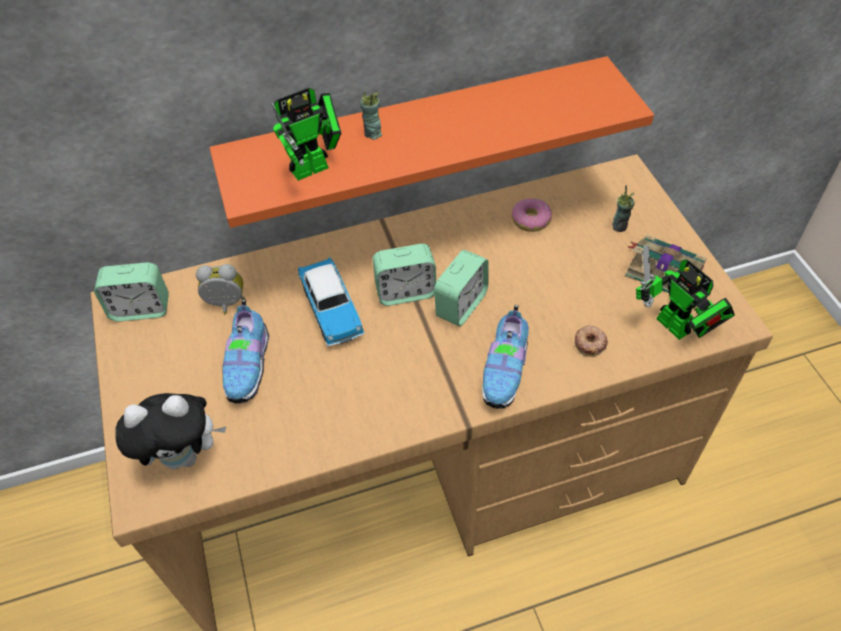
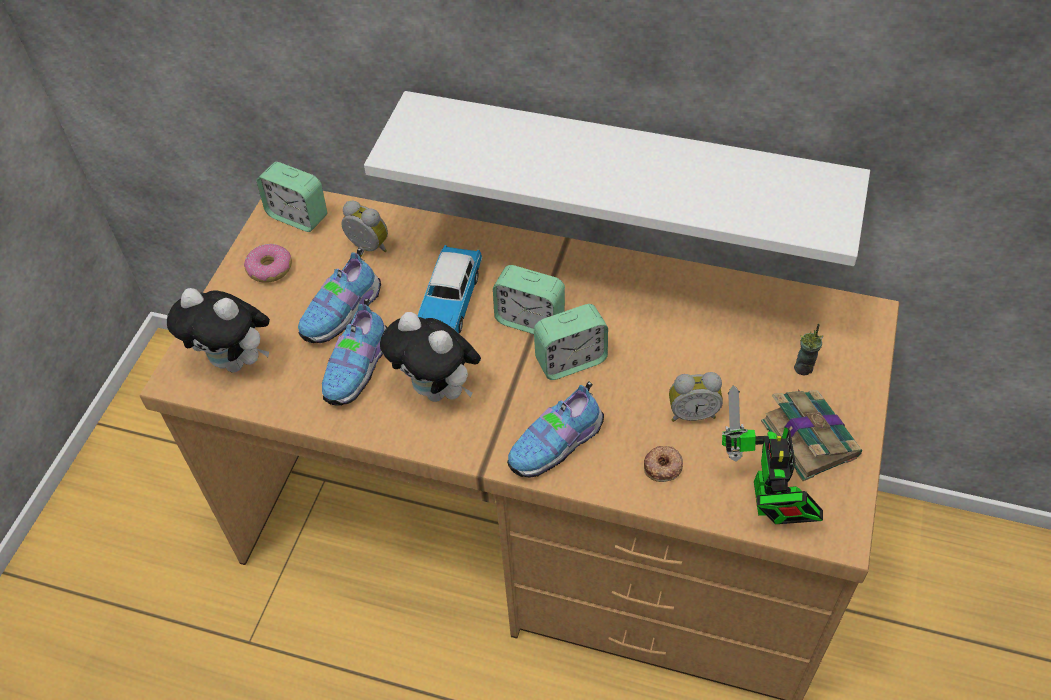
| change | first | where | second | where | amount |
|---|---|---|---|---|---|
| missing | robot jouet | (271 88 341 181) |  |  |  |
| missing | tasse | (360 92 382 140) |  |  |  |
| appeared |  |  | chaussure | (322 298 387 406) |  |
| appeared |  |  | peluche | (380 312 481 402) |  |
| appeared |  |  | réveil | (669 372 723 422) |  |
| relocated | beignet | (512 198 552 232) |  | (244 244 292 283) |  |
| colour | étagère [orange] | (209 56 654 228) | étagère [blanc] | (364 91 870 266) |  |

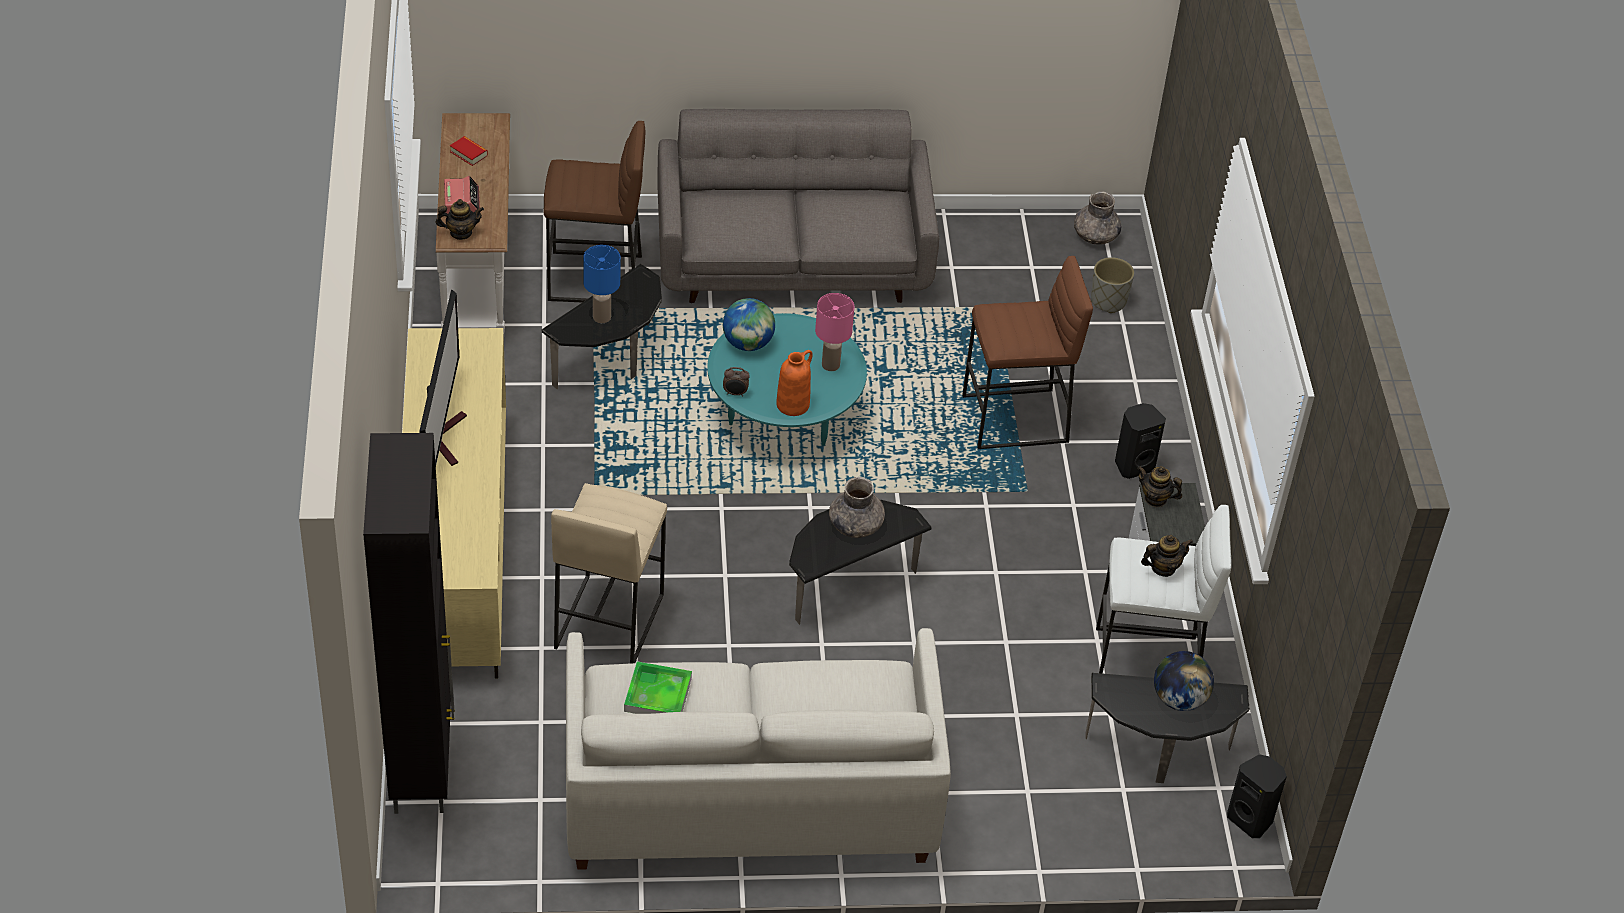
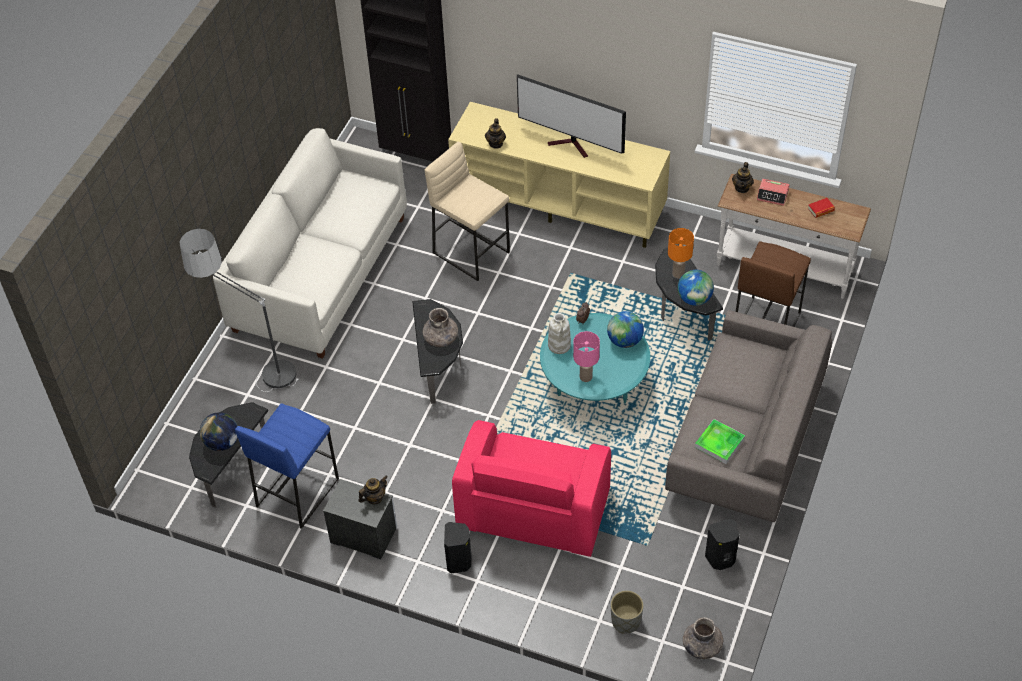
| change | first | where | second | where | amount |
|---|---|---|---|---|---|
| appeared |  |  | lampadaire | (180 229 299 392) |  |
| appeared |  |  | globe | (678 270 714 306) |  |
| relocated | plateau | (624 661 692 714) |  | (695 419 745 464) |  |
| relocated | théière | (1141 535 1193 577) |  | (485 118 506 149) |  |
| relocated | enceinte [noir] | (1227 754 1287 838) |  | (705 519 739 570) |  |
| exchanged | tabouret [marron] | (962 256 1093 449) | fauteuil [rose] | (452 420 611 557) |  |
| colour | lampe de table [bleu] | (583 245 620 323) | lampe de table [orange] | (668 228 694 278) |  |
| colour | vase [orange] | (776 350 813 416) | vase [blanc] | (548 313 571 354) |  |
| colour | tabouret [blanc] | (1096 505 1232 674) | tabouret [bleu] | (235 403 339 529) |  |

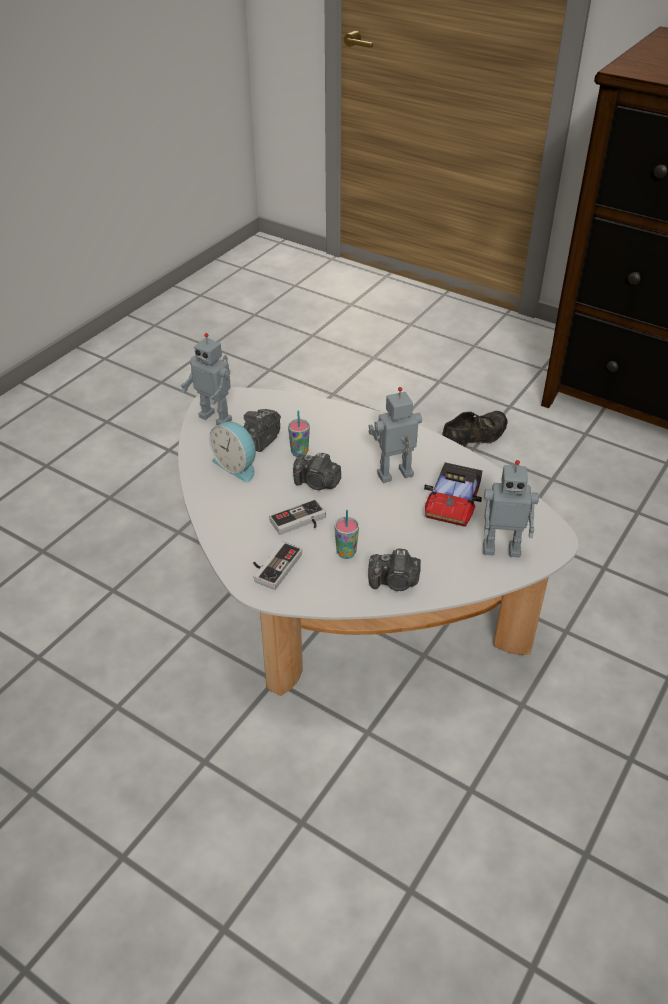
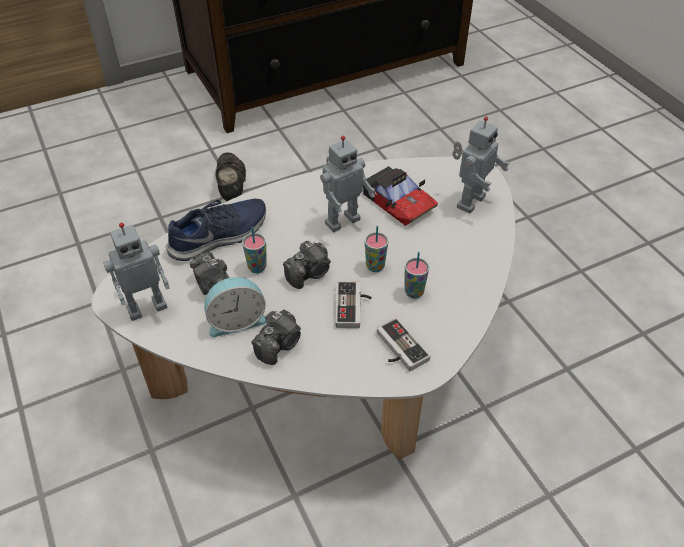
| change | first | where | second | where | amount |
|---|---|---|---|---|---|
| appeared |  |  | chaussure [bleu] | (166 199 266 261) |  |
| appeared |  |  | tasse | (365 226 388 272) |  |
| relocated | appareil photo | (368 548 421 591) |  | (252 310 301 365) |  |
| spun | robot jouet | (368 387 422 483) |  | (320 136 375 232) | 135 degrees counterclockwise |

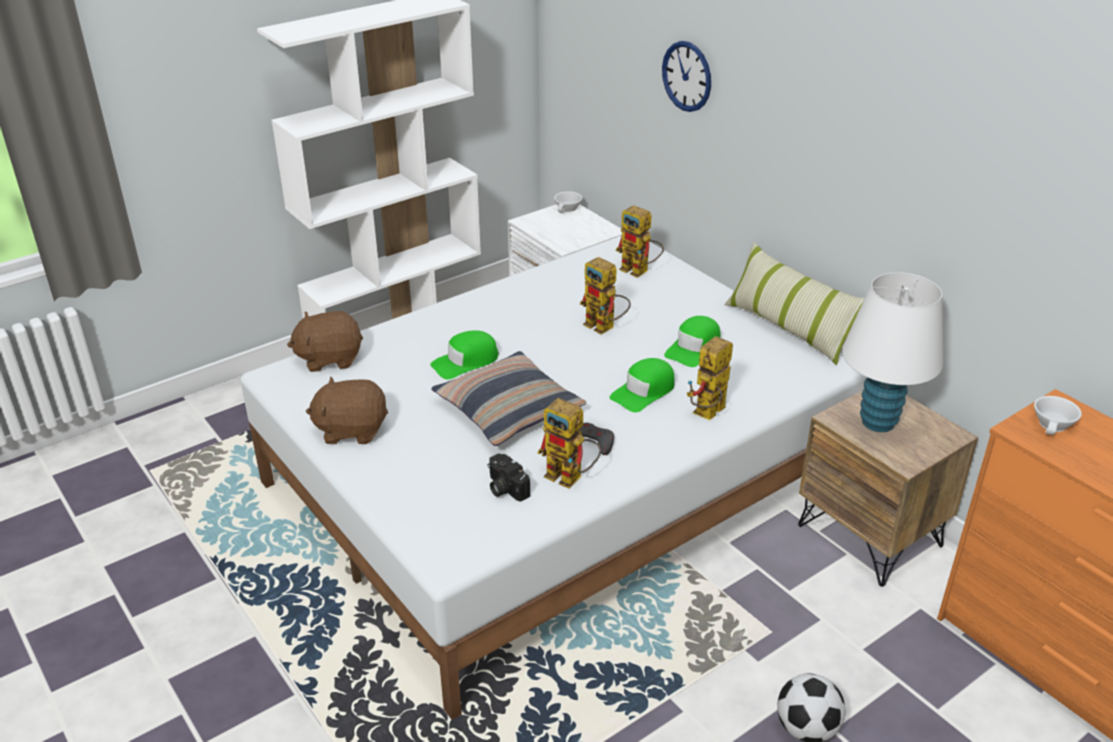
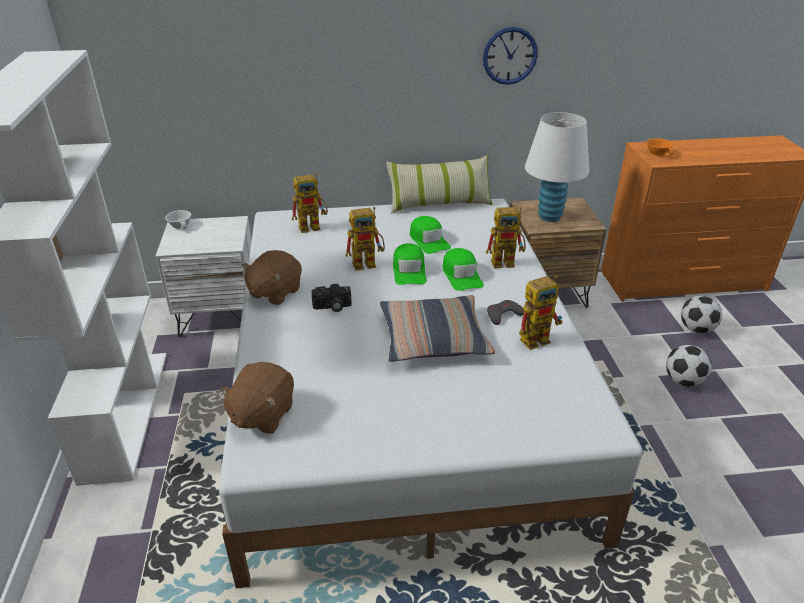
| change | first | where | second | where | amount |
|---|---|---|---|---|---|
| appeared |  |  | ballon de foot | (681 296 722 333) |  |
| relocated | peluche [marron] | (306 376 388 444) |  | (242 250 302 305) |  |
| relocated | casquette [vert] | (430 330 499 380) |  | (393 243 426 285) |  |
| relocated | appareil photo | (487 453 530 502) |  | (312 284 352 312) |  |
| relocated | horloge murale | (662 41 711 112) |  | (483 27 538 85) |  |
| colour | tasse [blanc] | (1034 396 1082 435) | tasse [orange] | (647 138 674 157) |  |
| spun | robot jouet | (687 336 733 420) |  | (486 206 526 268) | 75 degrees counterclockwise |

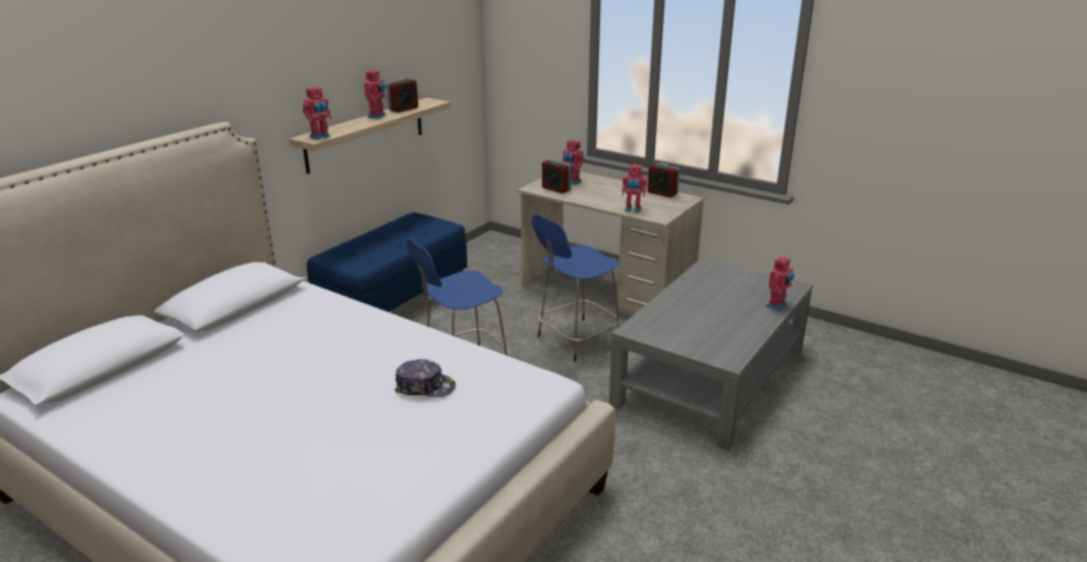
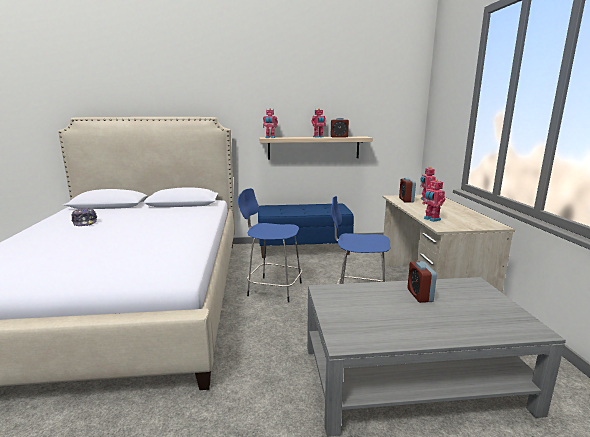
| change | first | where | second | where | amount |
|---|---|---|---|---|---|
| missing | robot jouet | (766 255 794 311) |  |  |  |
| relocated | casquette | (395 359 456 397) |  | (72 208 97 226) |  |
| relocated | réveil | (647 163 680 197) |  | (408 261 437 303) |  |

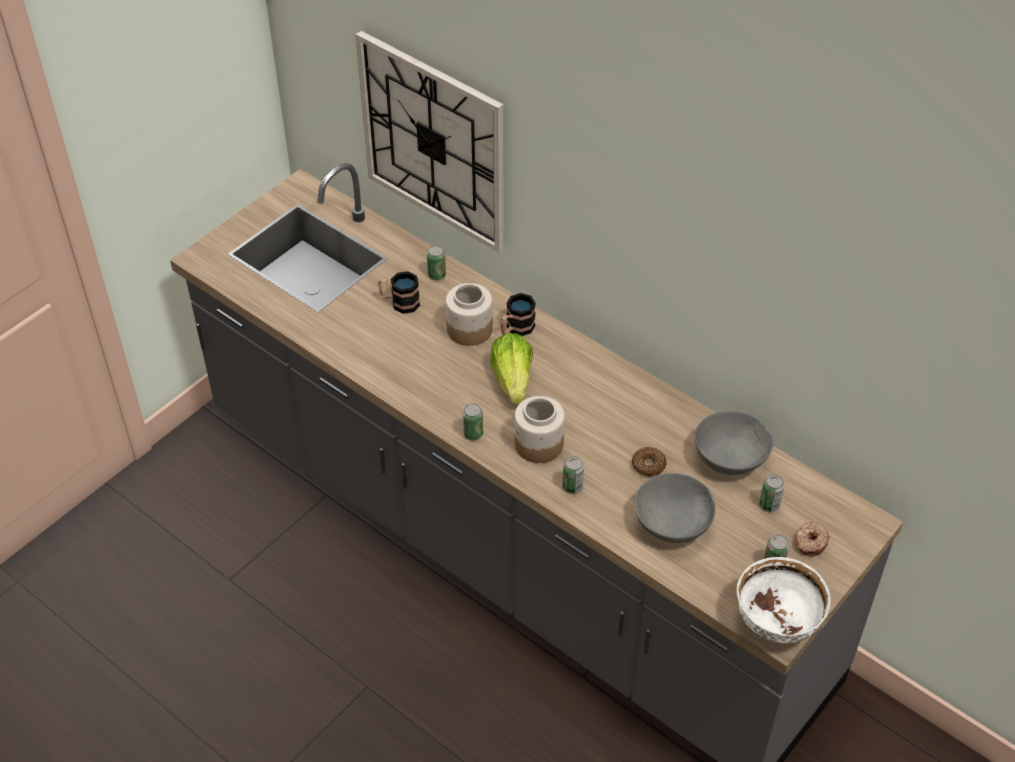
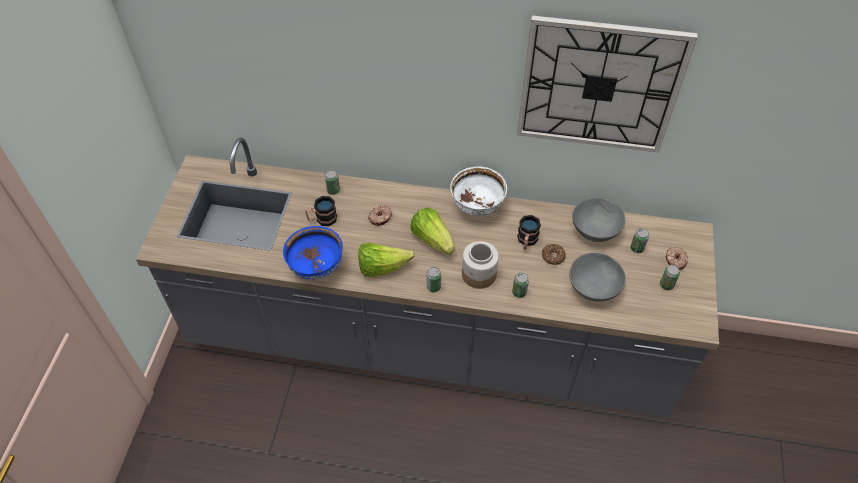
| change | first | where | second | where | amount |
|---|---|---|---|---|---|
| appeared |  |  | bol [bleu] | (283 226 343 280) |  |
| appeared |  |  | laitue | (358 242 415 277) |  |
| relocated | horloge murale | (355 31 504 252) |  | (517 15 697 153) |  |
| relocated | mug | (500 293 536 336) |  | (517 215 541 249) |  |
| relocated | bol [blanc] | (737 557 831 644) |  | (450 167 507 216) |  |
| exchanged | bocal | (446 283 493 346) | beignet | (368 205 392 226) |  |

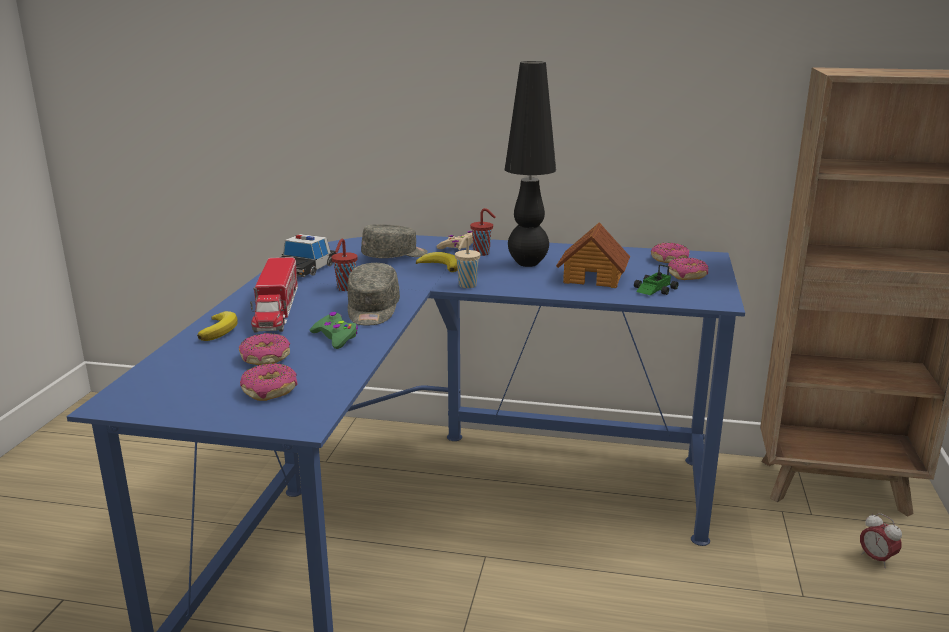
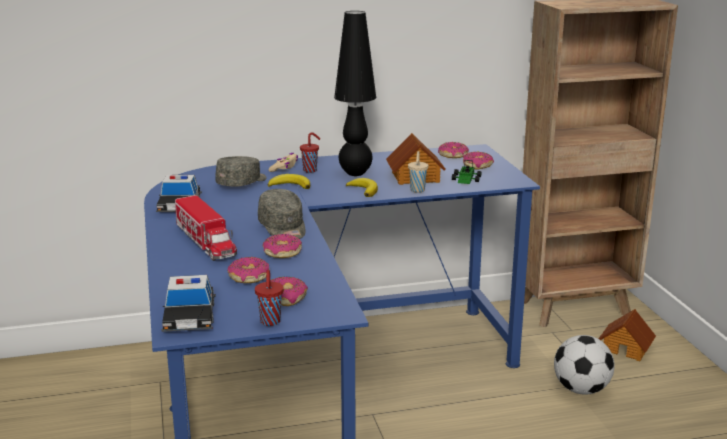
| change | first | where | second | where | amount |
|---|---|---|---|---|---|
| appeared |  |  | petite voiture | (162 275 216 332) |  |
| appeared |  |  | ballon de foot | (554 335 615 395) |  |
| relocated | banane | (197 311 237 341) |  | (346 178 378 197) |  |
| relocated | tasse [rouge] | (332 239 358 291) |  | (255 270 284 326) |  |
| relocated | tasse [beige] | (455 236 480 288) |  | (408 151 429 193) |  |
| exchanged | manette [vert] | (310 312 358 349) | beignet | (263 234 302 258) |  |
| exchanged | réveil | (860 513 902 568) | maison miniature | (598 309 656 361) |  |

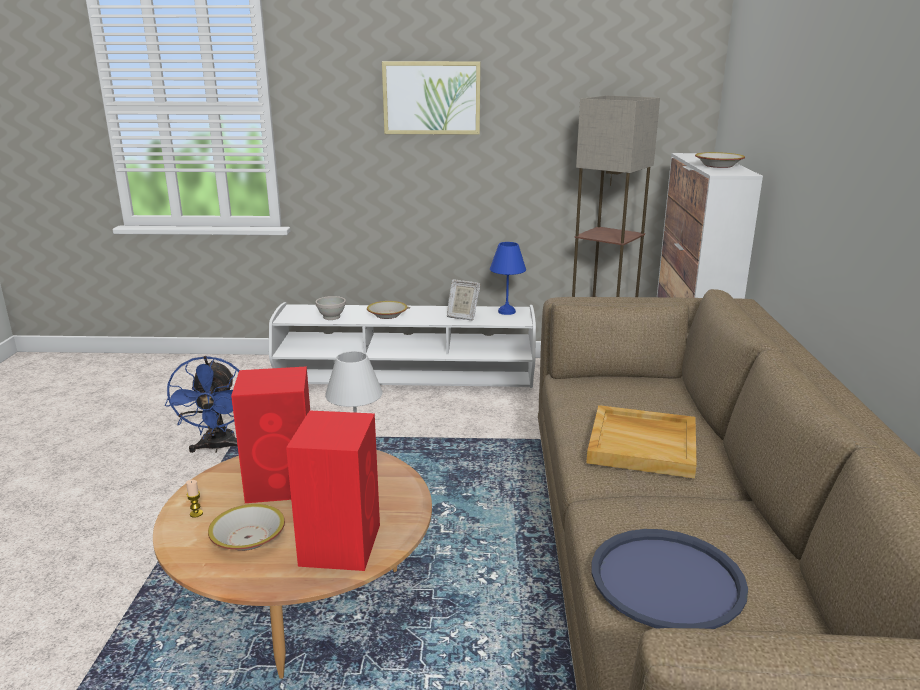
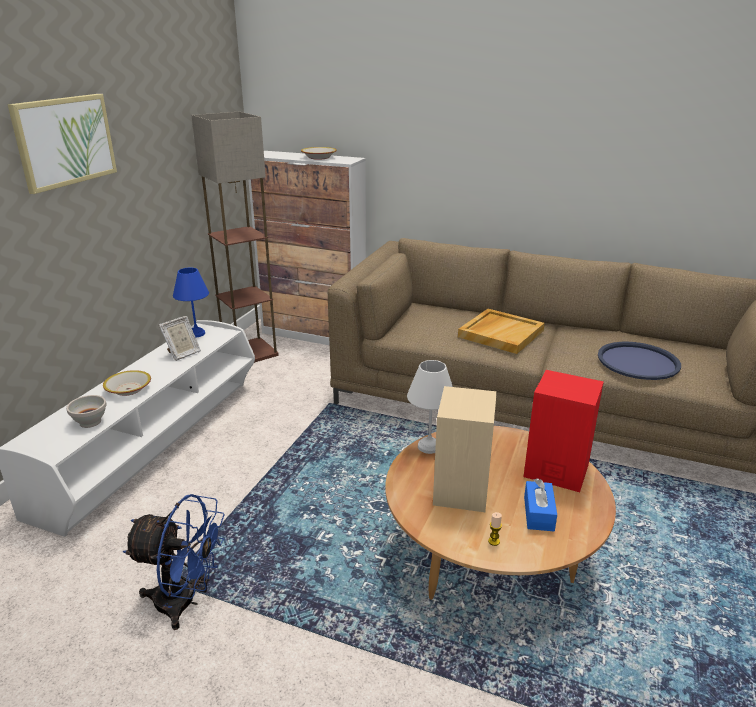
| change | first | where | second | where | amount |
|---|---|---|---|---|---|
| exchanged | bol | (208 504 285 551) | boîte à mouchoirs [bleu] | (524 478 557 531) |  |
| colour | enceinte [rouge] | (231 366 310 503) | enceinte [beige] | (433 386 497 512) |  |

